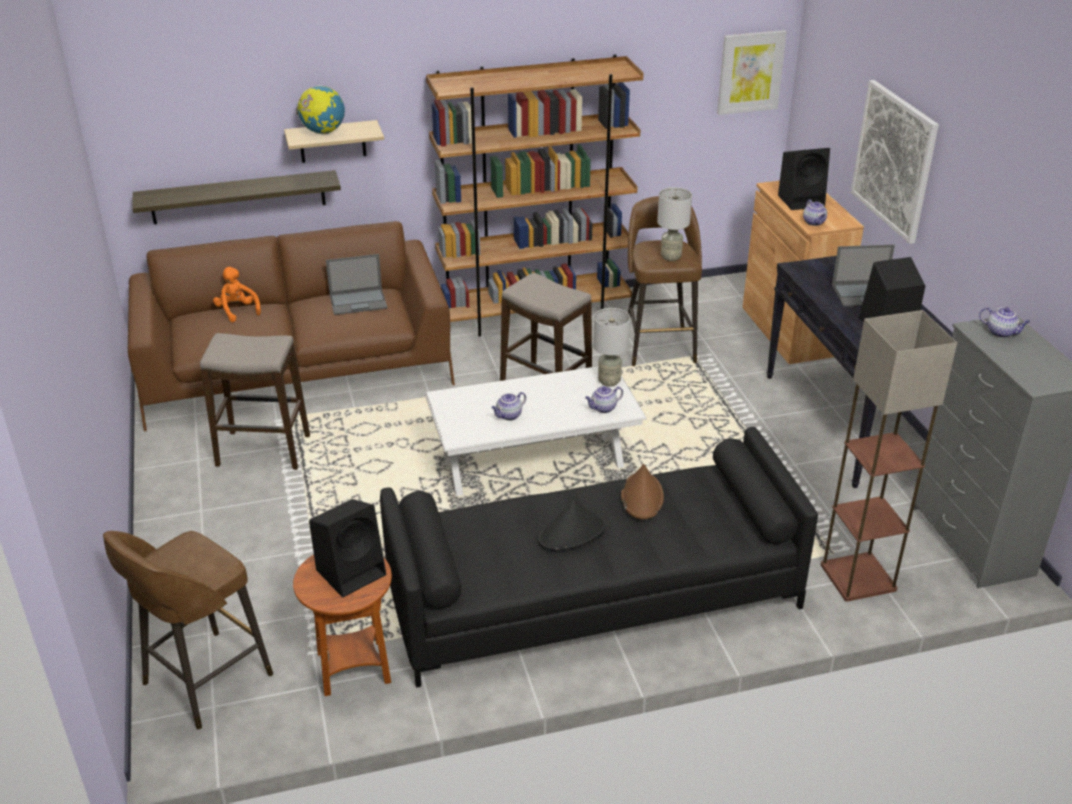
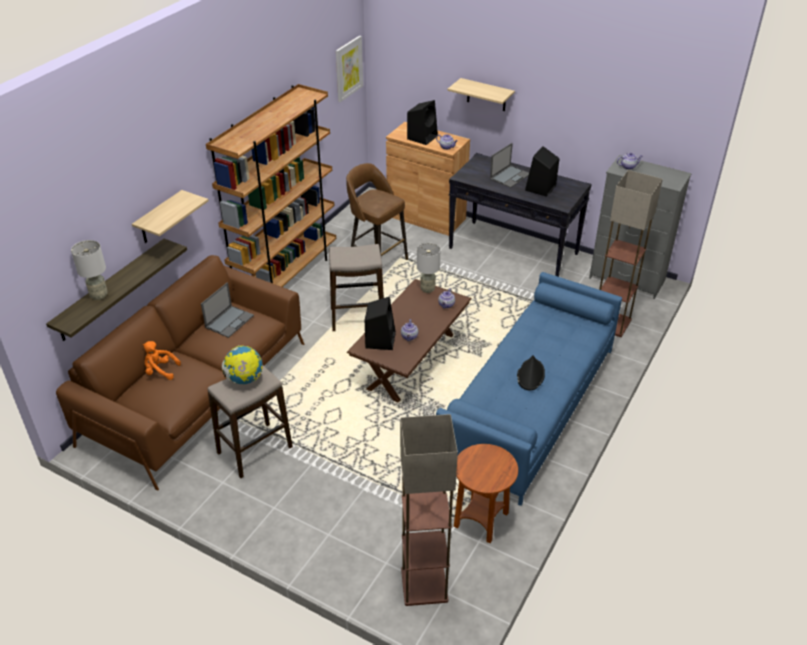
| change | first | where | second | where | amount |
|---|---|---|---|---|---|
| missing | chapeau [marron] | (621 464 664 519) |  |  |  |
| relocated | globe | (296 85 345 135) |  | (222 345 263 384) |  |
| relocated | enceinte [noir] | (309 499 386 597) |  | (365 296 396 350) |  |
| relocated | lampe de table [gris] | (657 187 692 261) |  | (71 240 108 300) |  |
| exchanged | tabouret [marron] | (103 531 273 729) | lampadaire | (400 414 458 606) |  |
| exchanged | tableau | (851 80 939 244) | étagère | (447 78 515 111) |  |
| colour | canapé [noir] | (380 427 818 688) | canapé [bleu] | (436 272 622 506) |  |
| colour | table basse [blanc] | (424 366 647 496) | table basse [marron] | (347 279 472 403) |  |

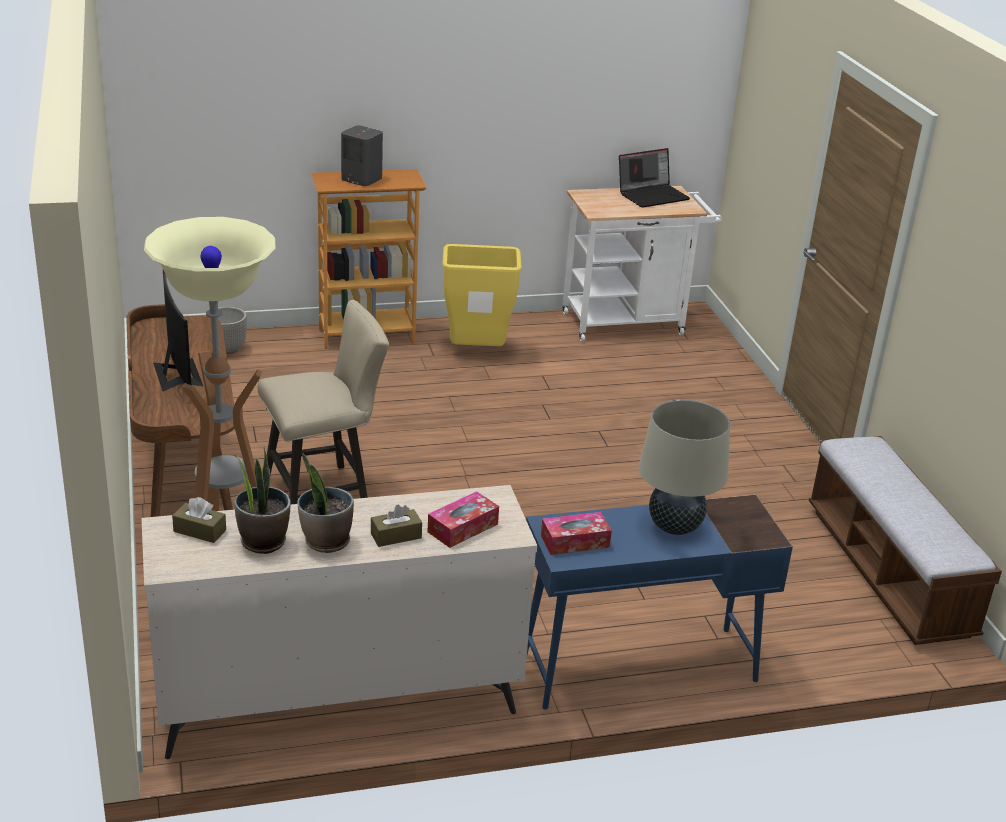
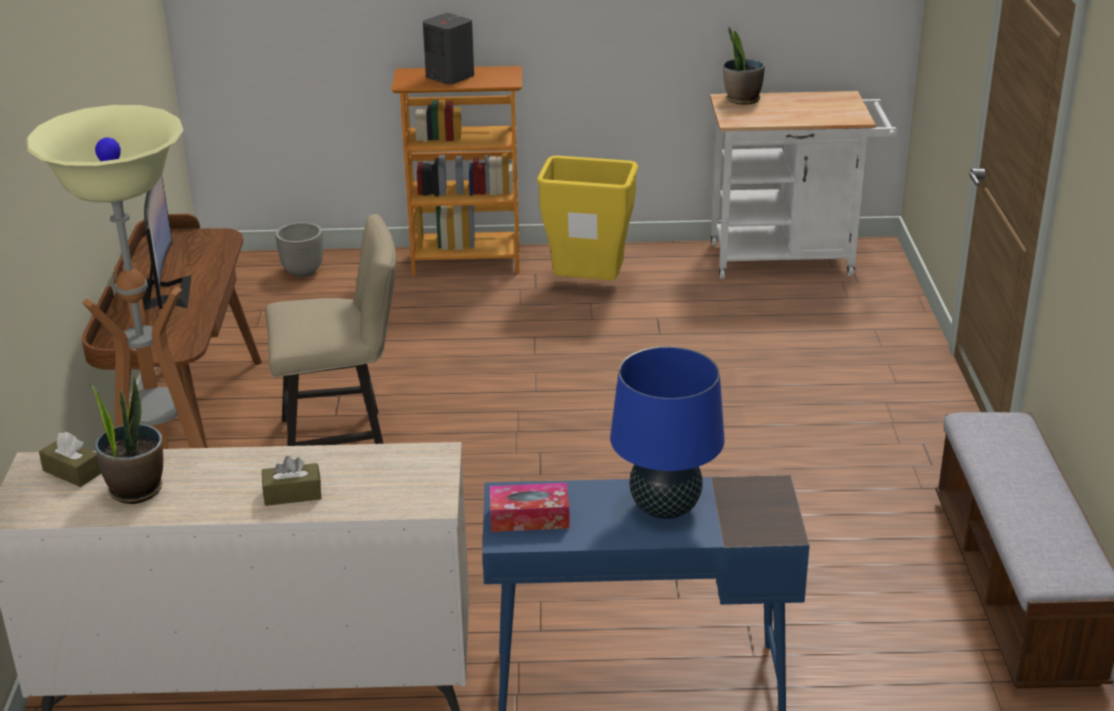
| change | first | where | second | where | amount |
|---|---|---|---|---|---|
| missing | boîte à mouchoirs | (428 491 499 548) |  |  |  |
| missing | ordinateur portable | (619 148 690 208) |  |  |  |
| relocated | plante en pot | (298 453 354 553) |  | (723 27 765 105) |  |
| colour | lampe de table [beige] | (639 399 730 535) | lampe de table [bleu] | (610 346 725 519) |  |

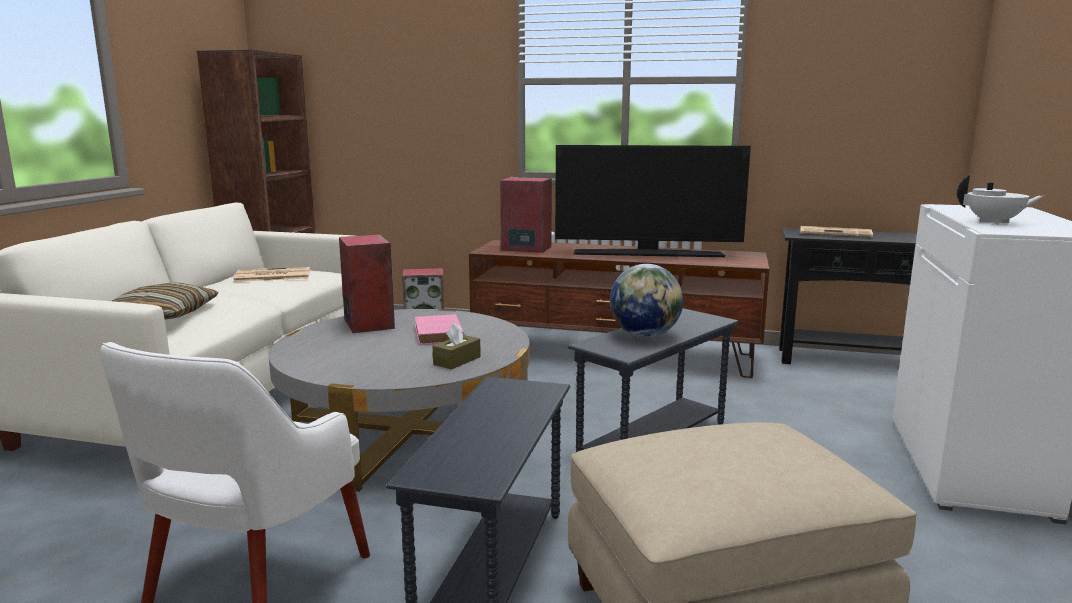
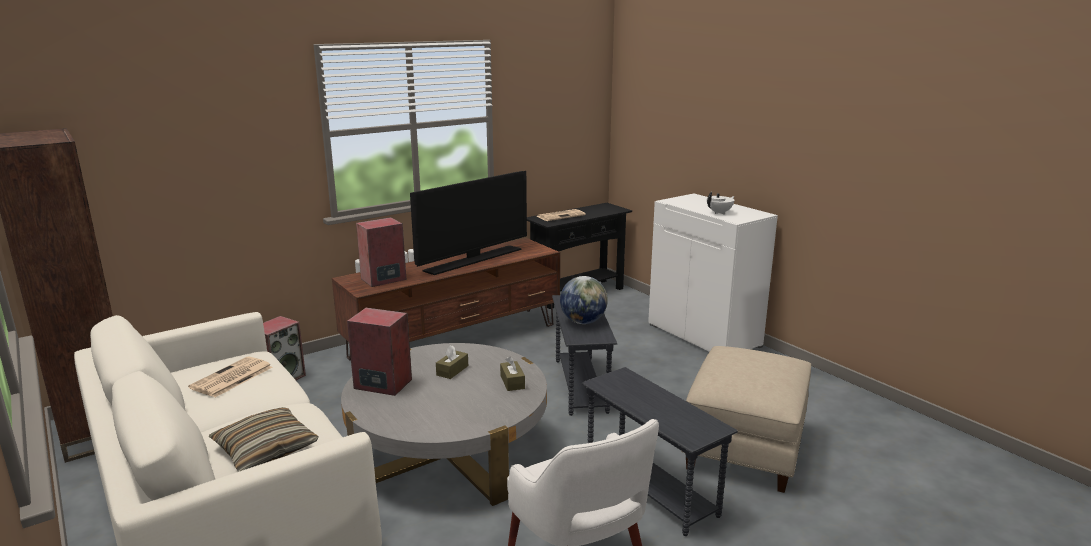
| change | first | where | second | where | amount |
|---|---|---|---|---|---|
| exchanged | livre [rose] | (415 314 465 345) | boîte à mouchoirs [marron] | (436 345 468 379) |  |

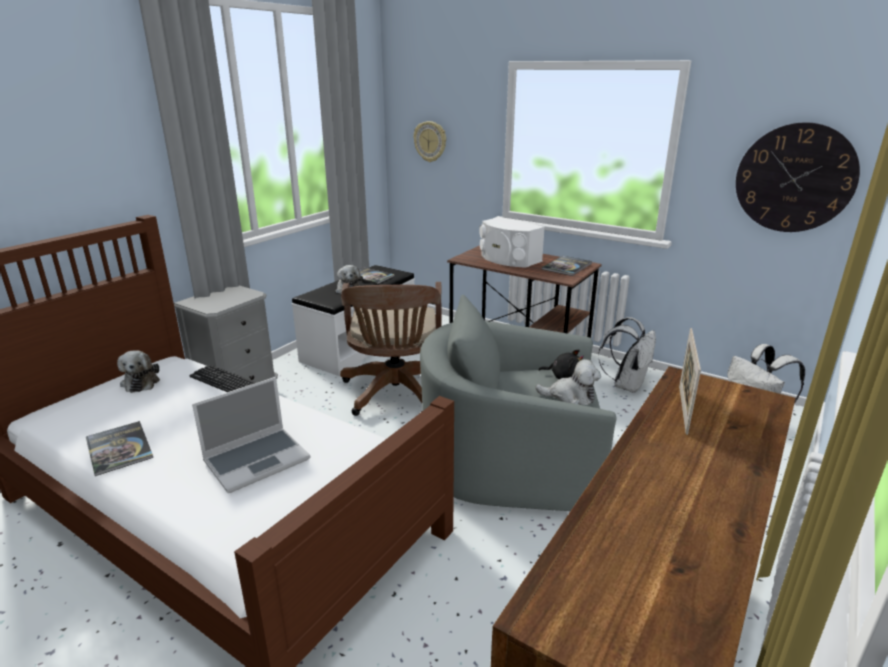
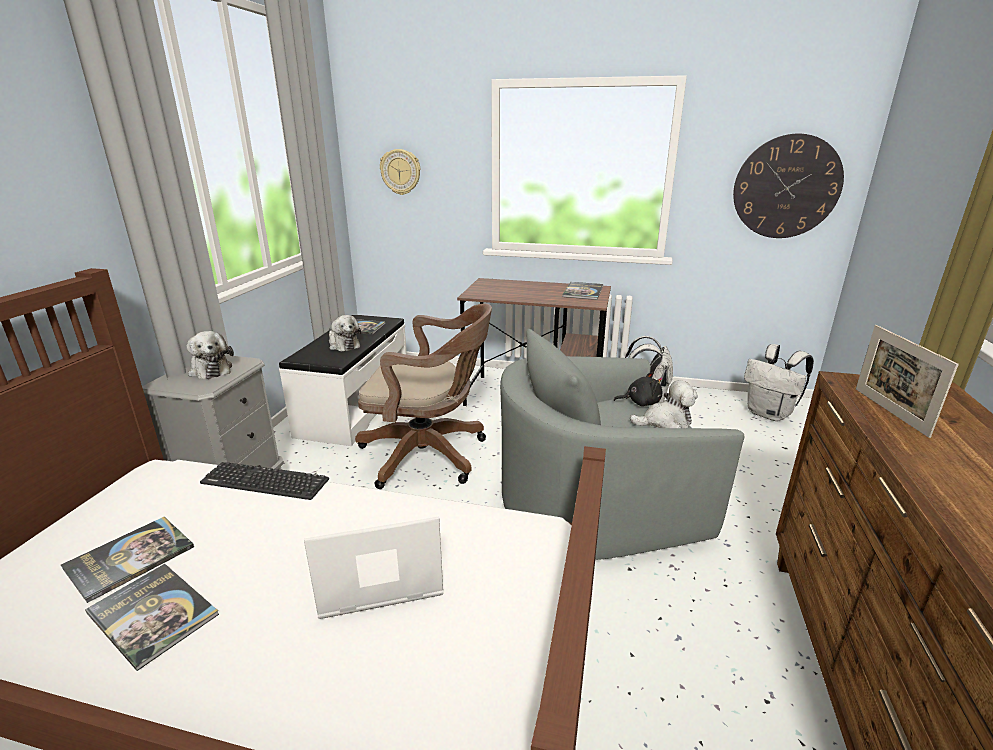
| change | first | where | second | where | amount |
|---|---|---|---|---|---|
| missing | enceinte [blanc] | (479 217 545 267) |  |  |  |
| appeared |  |  | livre | (61 517 194 603) |  |
| relocated | peluche | (117 350 160 393) |  | (187 331 234 379) |  |
| spun | ordinateur portable | (192 377 310 493) |  | (304 517 444 619) | 135 degrees counterclockwise |
| spun | chaise de bureau [marron] | (340 282 442 416) |  | (355 304 492 489) | 60 degrees counterclockwise |

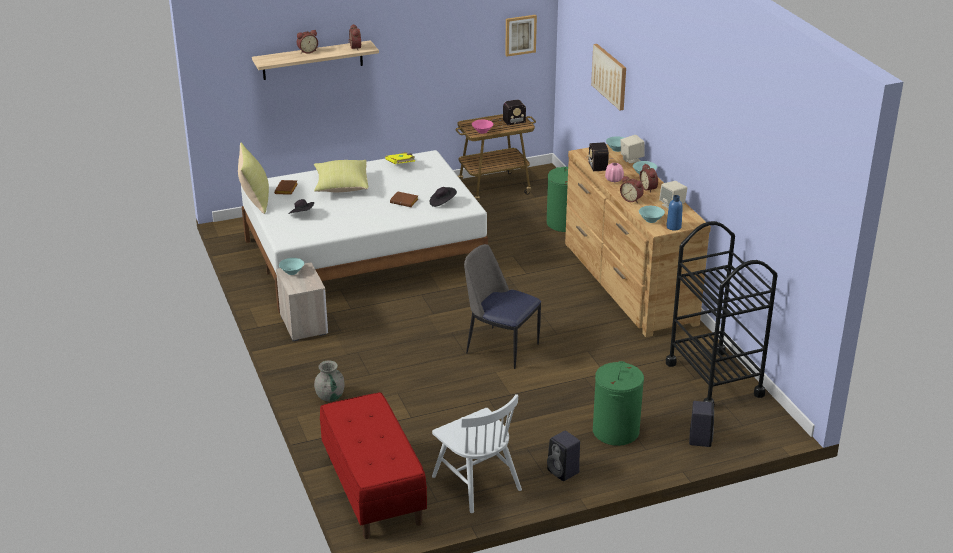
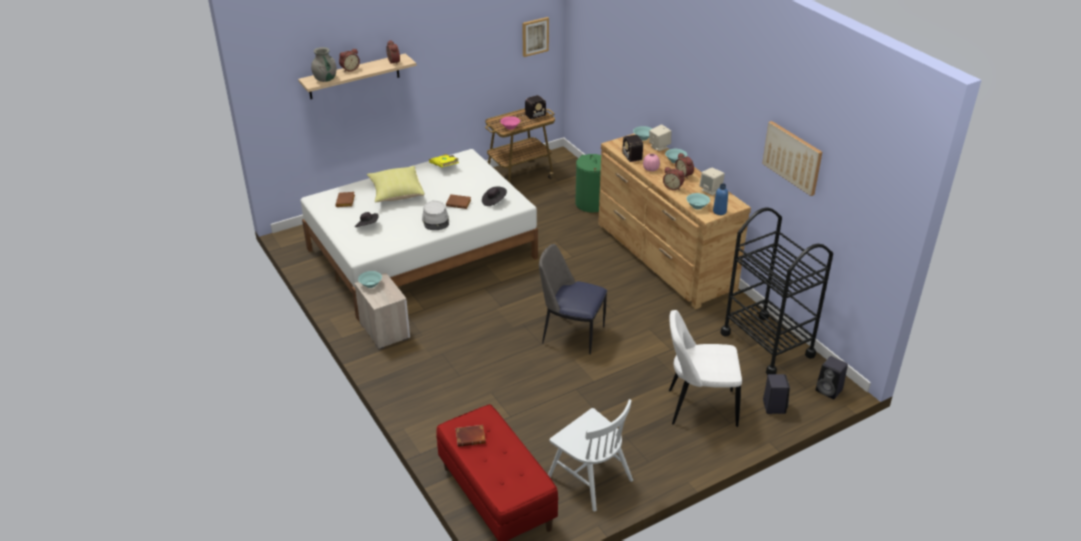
| change | first | where | second | where | amount |
|---|---|---|---|---|---|
| missing | coussin [jaune] | (238 143 269 214) |  |  |  |
| appeared |  |  | chapeau [gris] | (422 201 449 230) |  |
| appeared |  |  | livre [marron] | (456 425 486 447) |  |
| relocated | vase [gris] | (314 361 345 402) |  | (311 47 337 82) |  |
| relocated | enceinte [noir] | (547 430 580 481) |  | (816 356 848 399) |  |
| relocated | tableau | (591 44 626 110) |  | (762 121 822 196) |  |
| exchanged | panier à linge [vert] | (593 361 644 446) | chaise [blanc] | (669 310 742 427) |  |

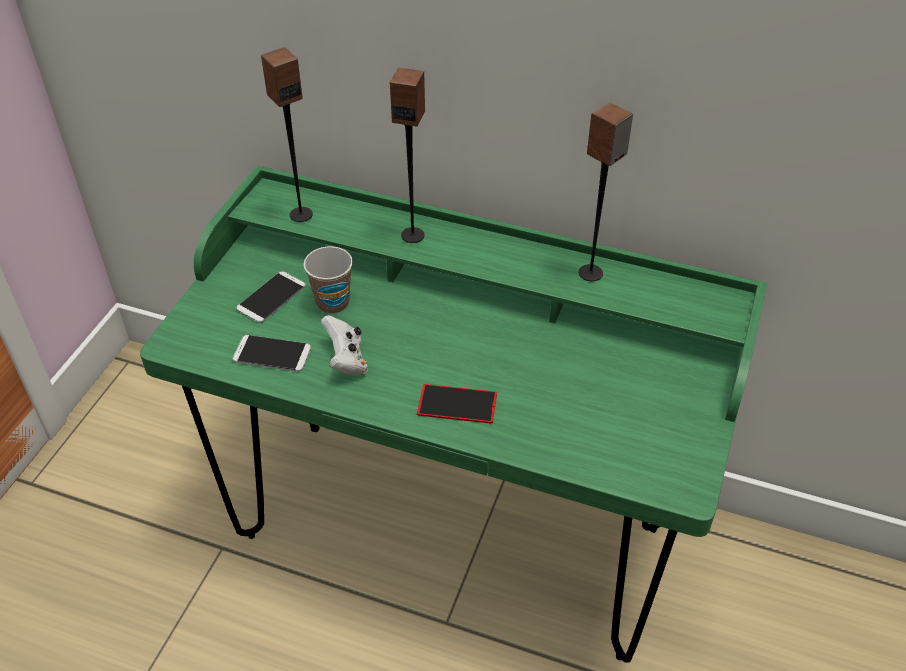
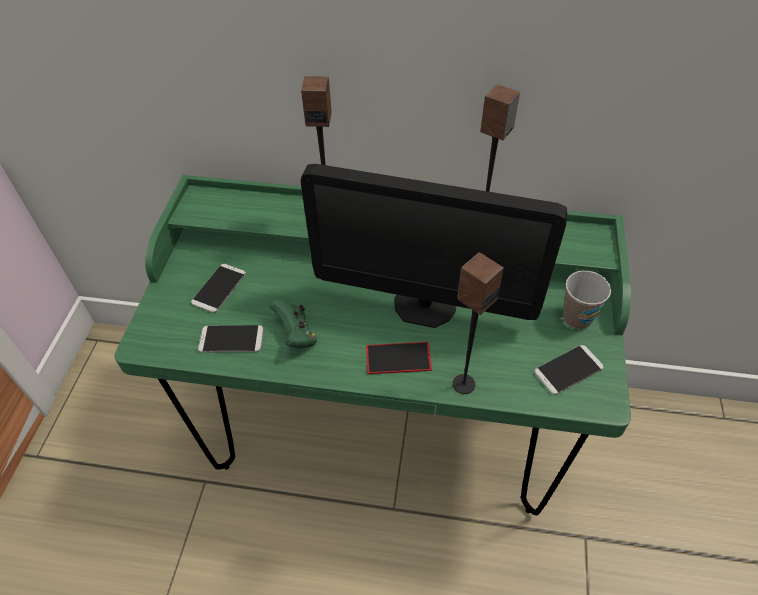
| change | first | where | second | where | amount |
|---|---|---|---|---|---|
| appeared |  |  | écran d'ordinateur | (300 164 567 328) |  |
| appeared |  |  | téléphone | (534 345 604 395) |  |
| relocated | enceinte | (261 47 313 222) |  | (453 252 504 394) |  |
| relocated | tasse | (304 246 353 314) |  | (563 270 611 329) |  |
| colour | manette [blanc] | (321 315 368 376) | manette [vert] | (269 300 317 349) |  |

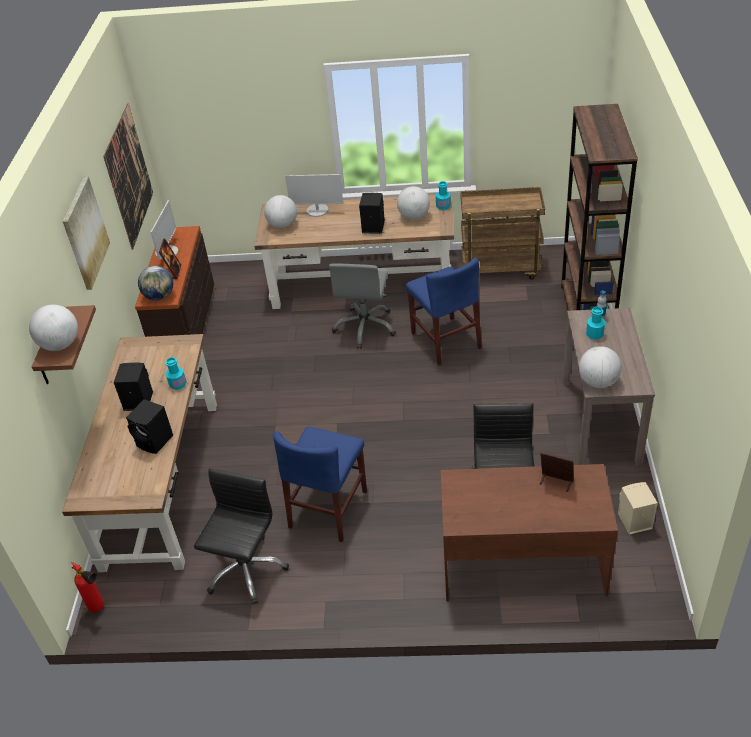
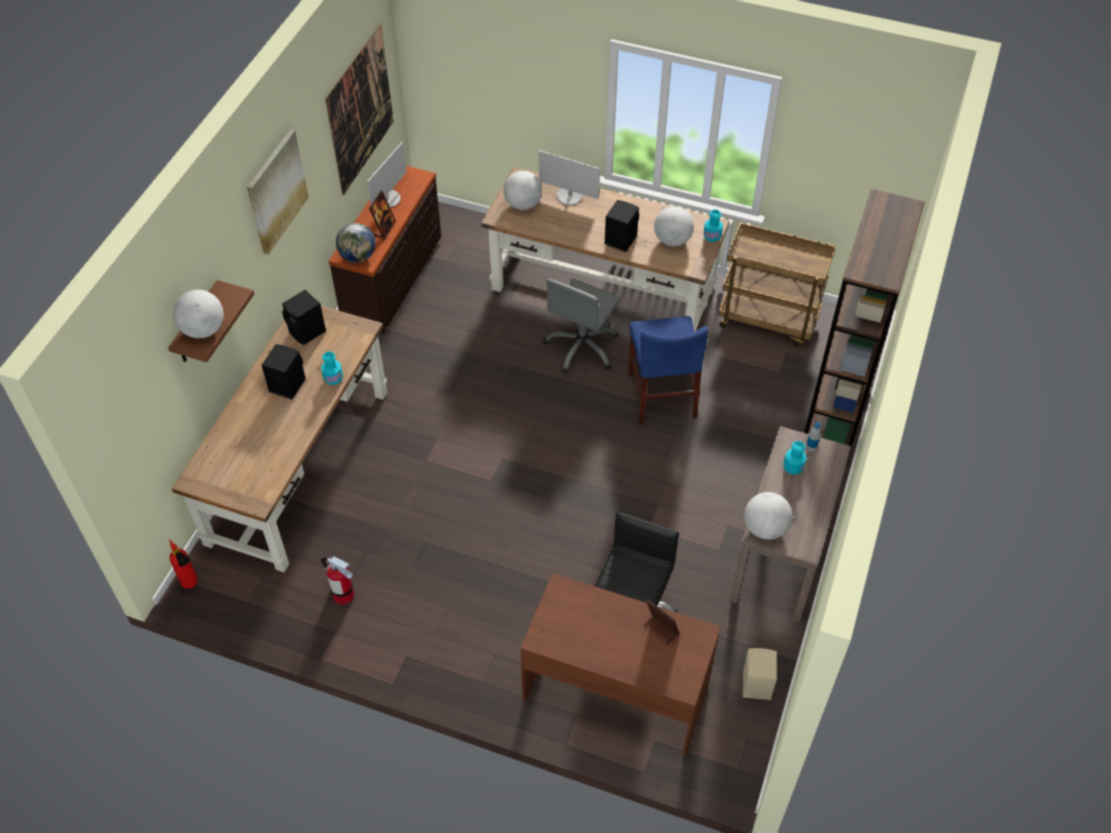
| change | first | where | second | where | amount |
|---|---|---|---|---|---|
| missing | chaise [bleu] | (273 427 367 542) |  |  |  |
| relocated | enceinte [noir] | (126 399 173 454) |  | (282 290 326 345) |  |
| exchanged | chaise de bureau [noir] | (194 468 289 605) | extincteur | (321 556 354 605) |  |

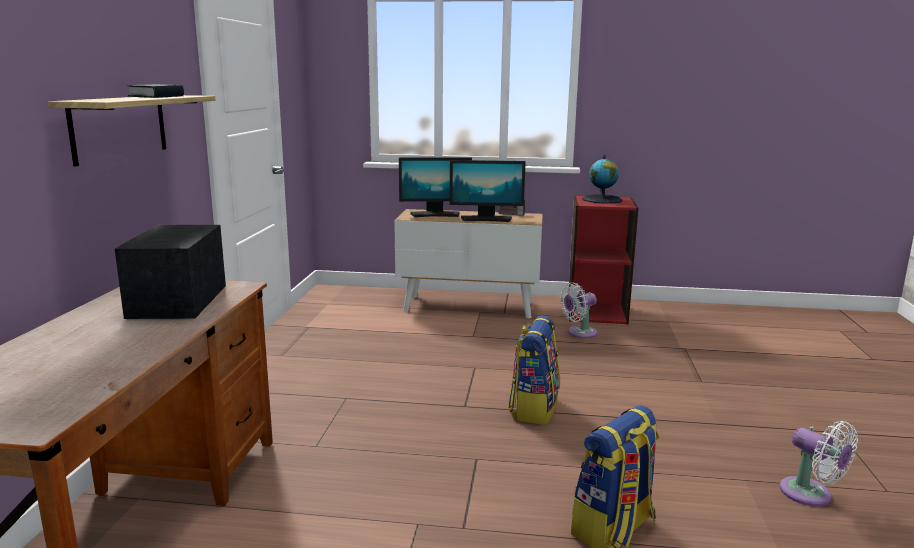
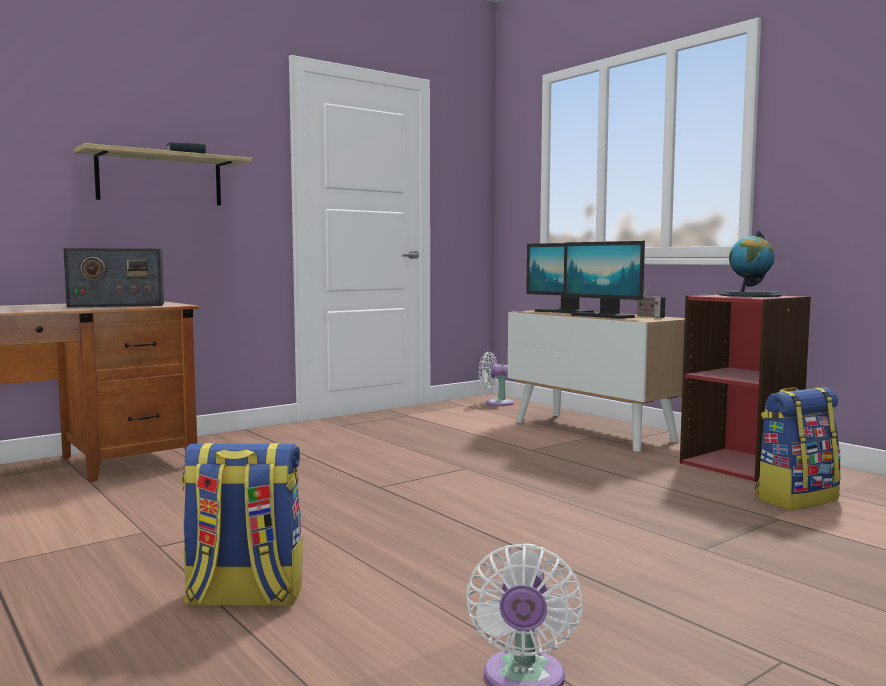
| change | first | where | second | where | amount |
|---|---|---|---|---|---|
| relocated | sac à dos | (508 316 560 425) |  | (755 387 841 510) |  |
| relocated | ventilateur [blanc] | (560 282 597 338) |  | (479 352 514 406) |  |
| spun | radio | (115 225 226 319) |  | (63 248 164 308) | 150 degrees counterclockwise |

